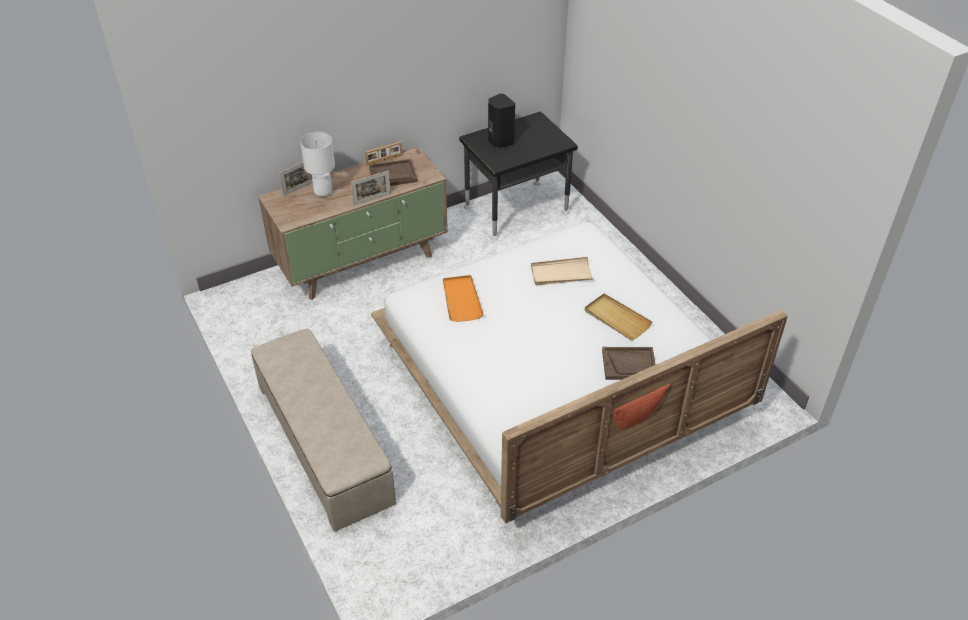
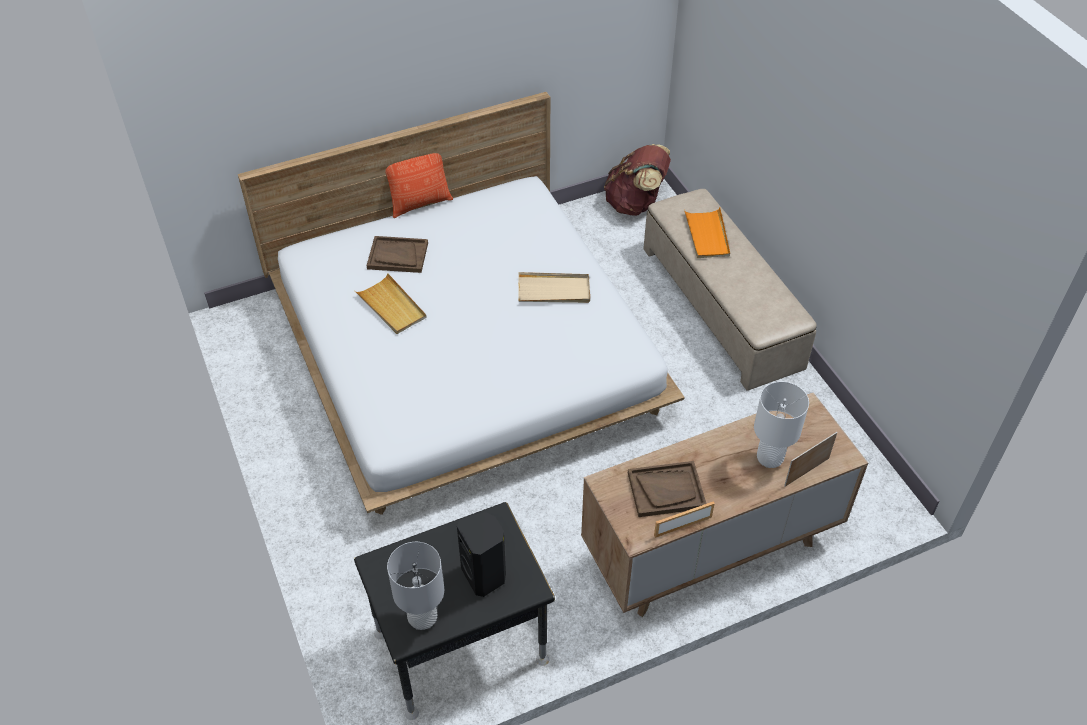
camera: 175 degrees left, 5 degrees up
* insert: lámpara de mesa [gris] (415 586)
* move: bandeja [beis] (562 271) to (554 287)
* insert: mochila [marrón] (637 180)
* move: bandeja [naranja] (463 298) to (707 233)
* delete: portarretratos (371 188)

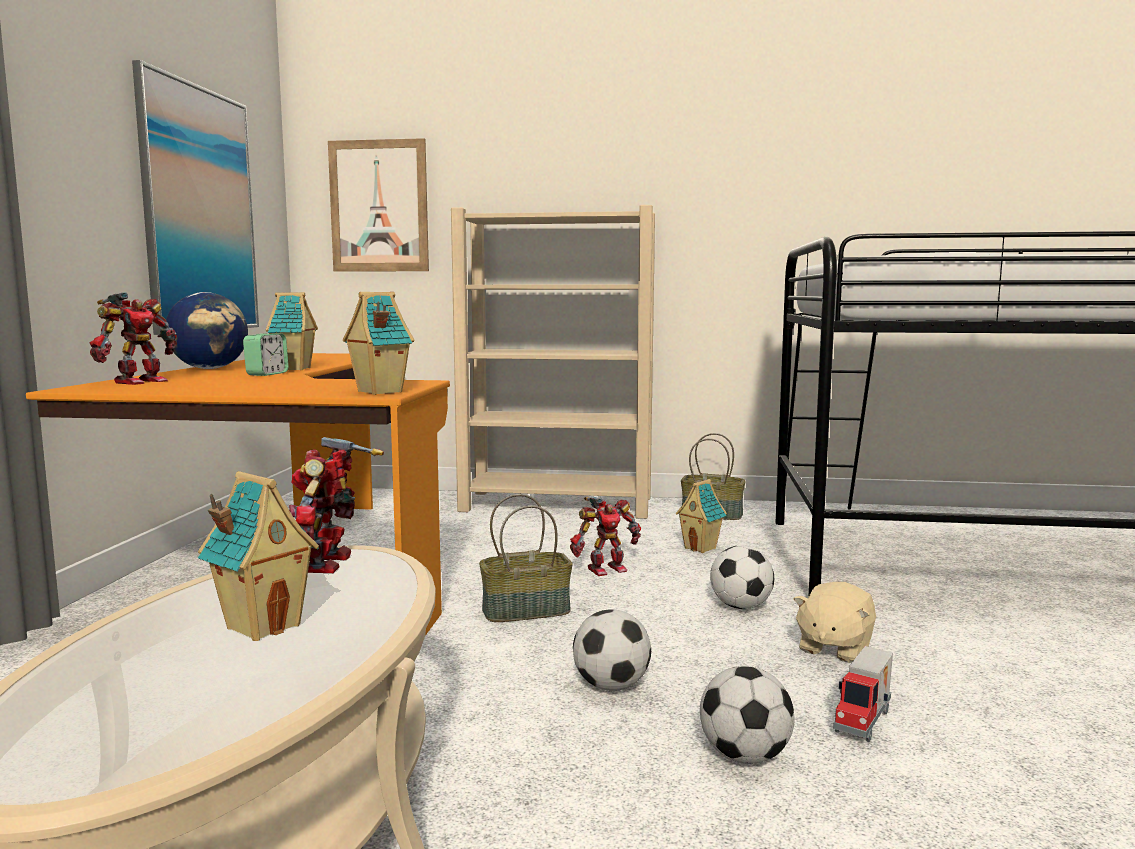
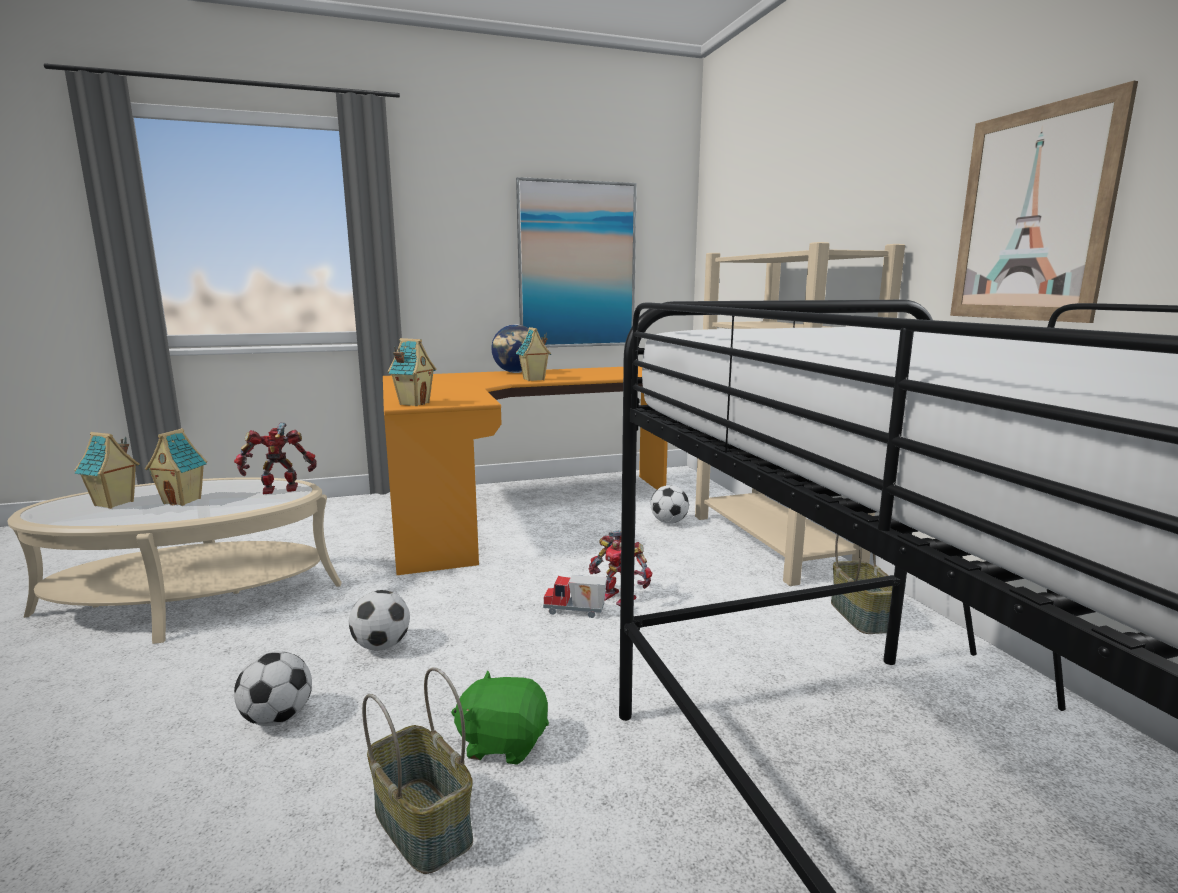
camera: 65 degrees right, 5 degrees up
* move: casita (701 516) to (107 470)
* move: cesta (526 558) to (417 770)
* recolor: peluche [beis] (834 622) to peluche [verde] (500 717)
* move: camión de juguete (863 694) to (575 596)
* move: balón de fútbol (742 577) to (670 504)
* move: cuadro (378 205) to (1044 202)
* delete: robot de juguete (133 338)
* delete: despertador (266 354)

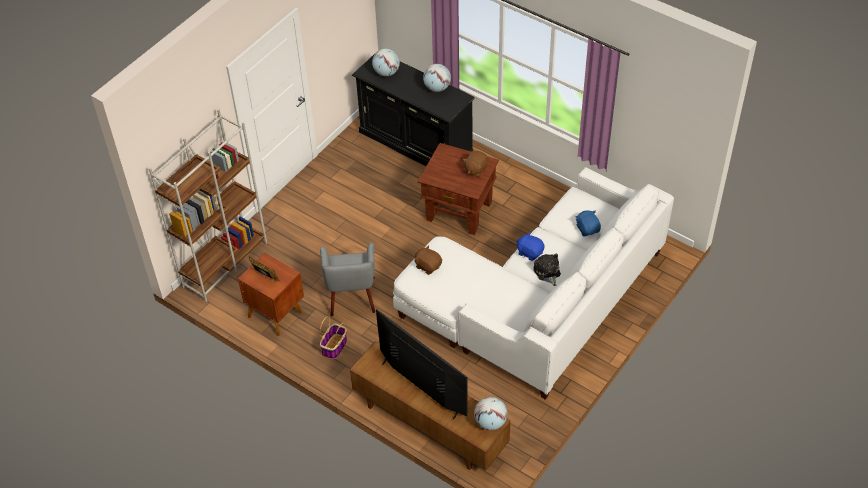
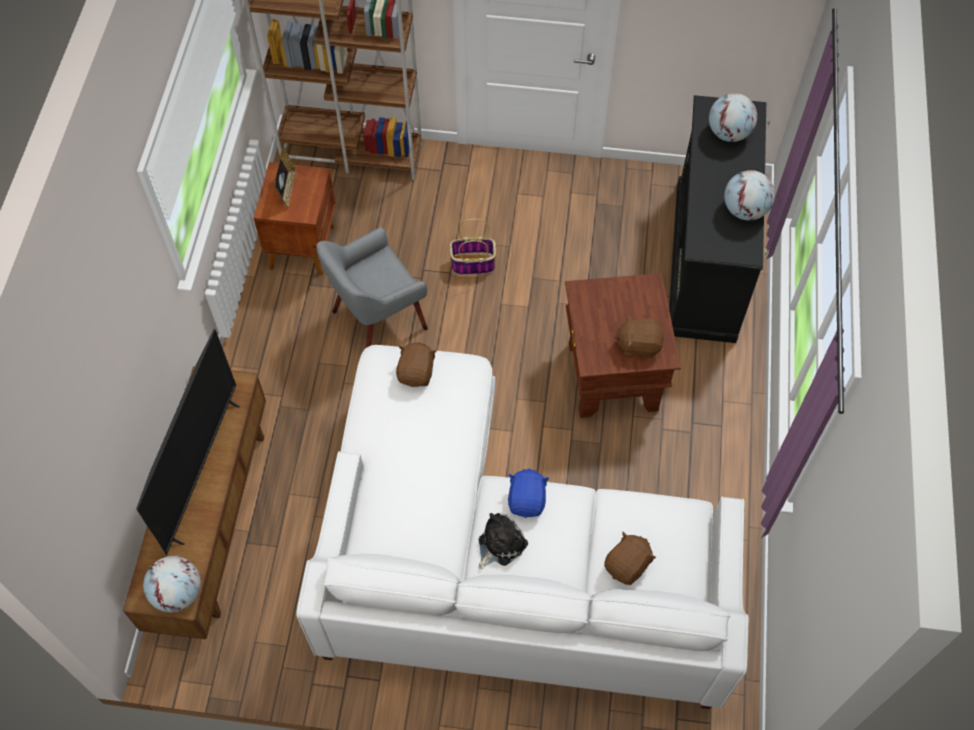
camera: 60 degrees right, 10 degrees up
* move: cesta (333 337) to (473 247)
* recolor: peluche [azul] (588 223) to peluche [marrón] (630 558)

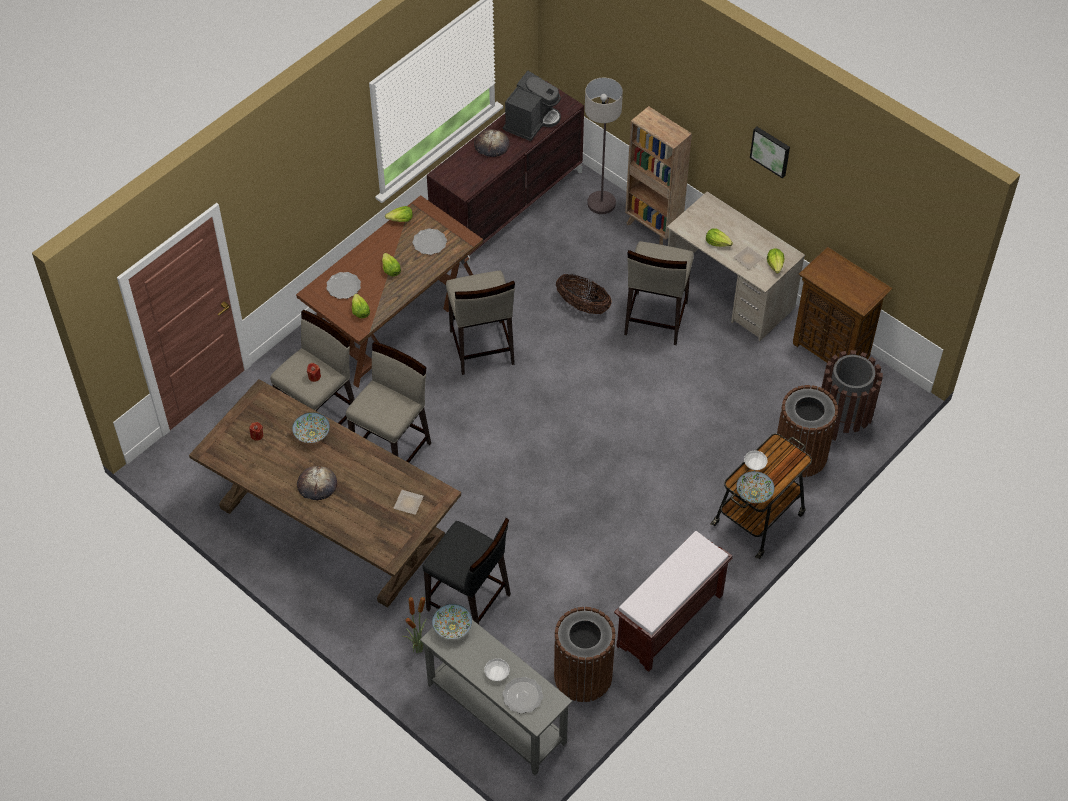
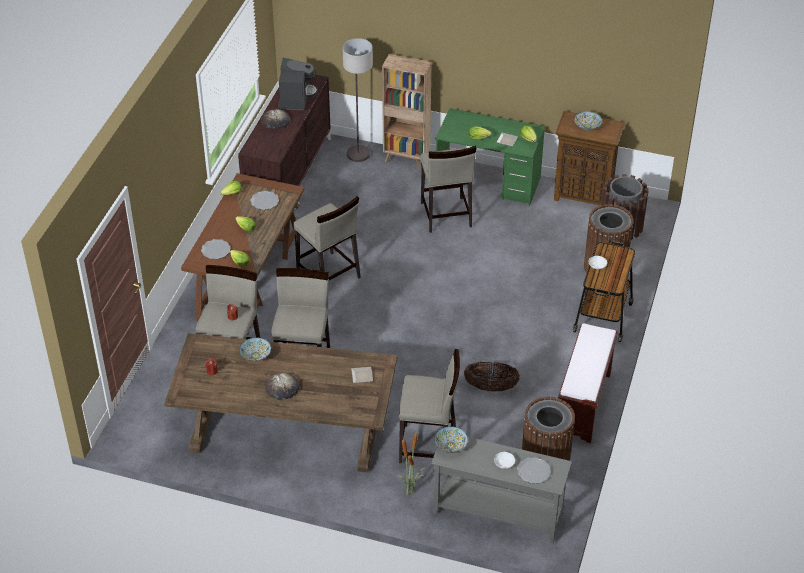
camera: 25 degrees left, 10 degrees down
* recolor: taburete [negro] (467 571) to taburete [beis] (429 406)
* recolor: escritorio [beis] (736 266) to escritorio [verde] (490 157)
* move: cesta (584 294) to (492 377)
* move: cuenco (755 487) to (588 121)
* delete: cuadro (770 152)

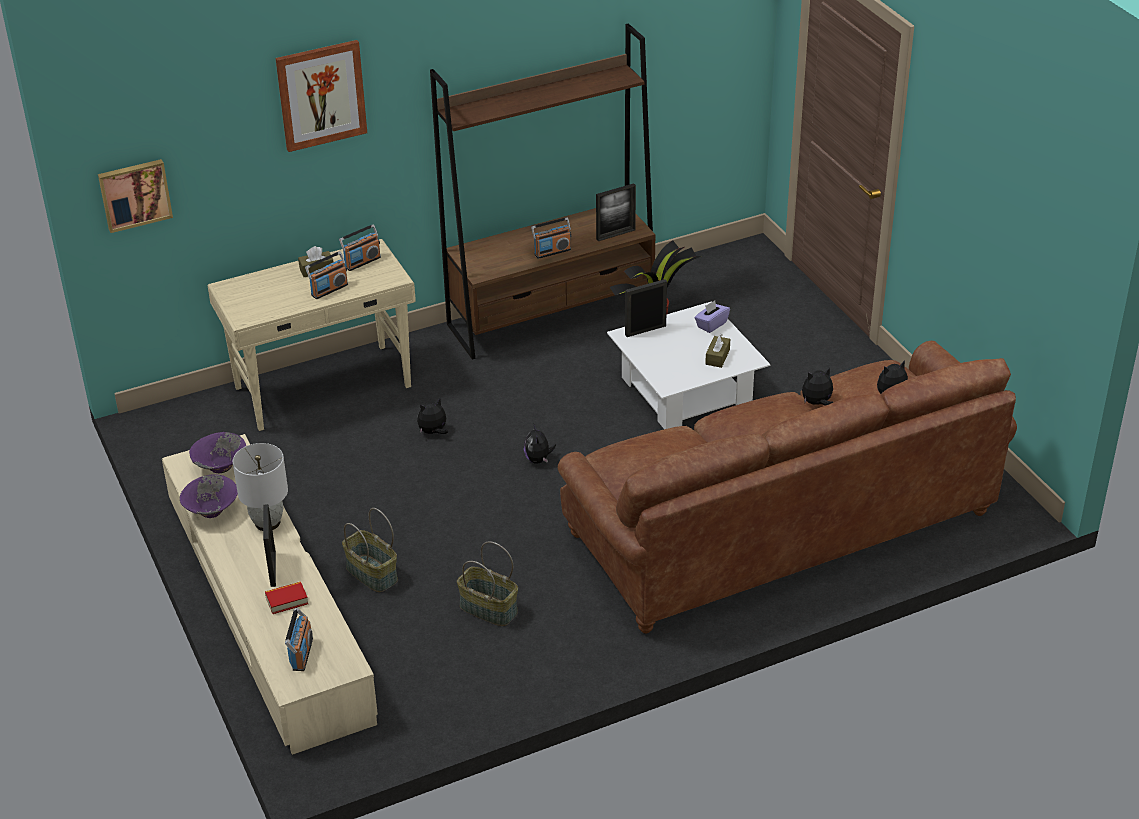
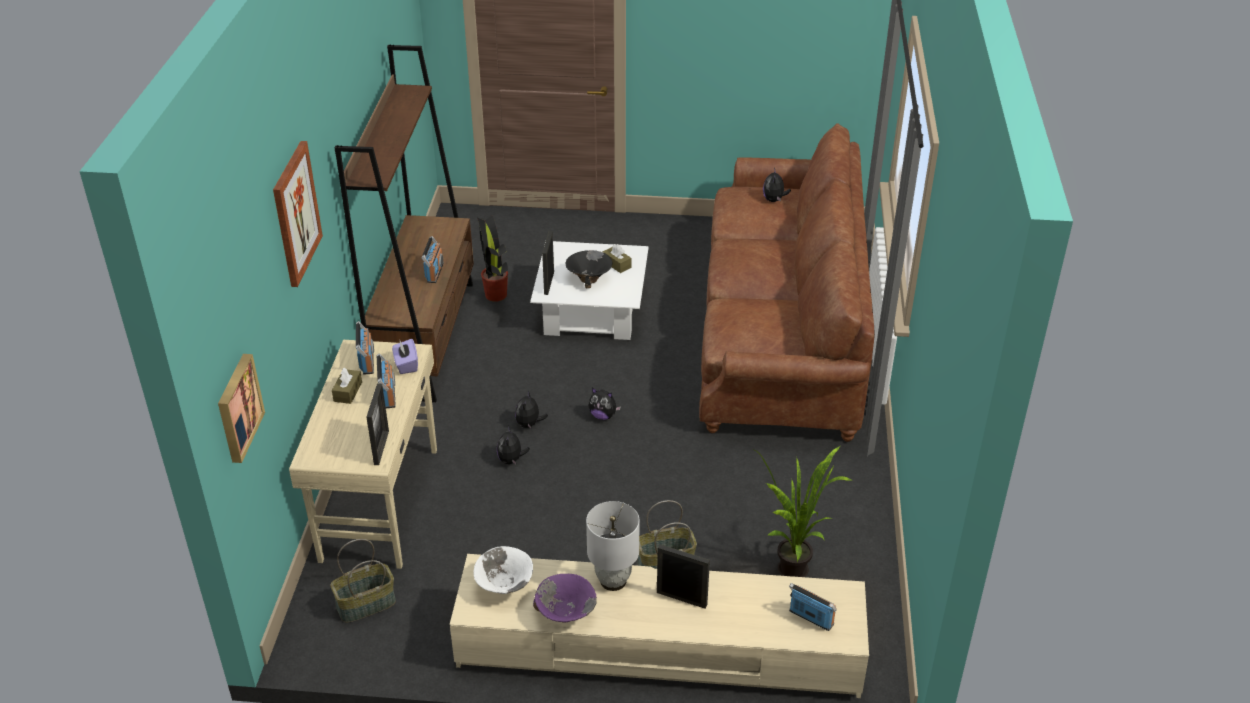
camera: 60 degrees left, 0 degrees up
* move: cesta (487 583) to (363 581)
* move: portarretratos (616 212) to (377 424)
* move: caja de pañuelos [morado] (712 316) to (405 356)
* recolor: cuenco [morado] (217 452) to cuenco [blanco] (503 570)
* move: peluche (818 386) to (531 410)
* insert: cuenco [negro] (589 269)
* insert: planta en maceta (804 511)
* delete: libro (286 598)

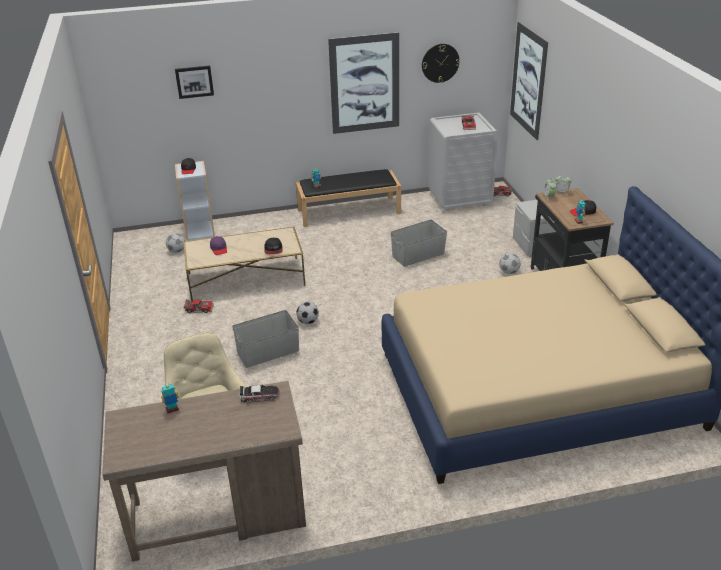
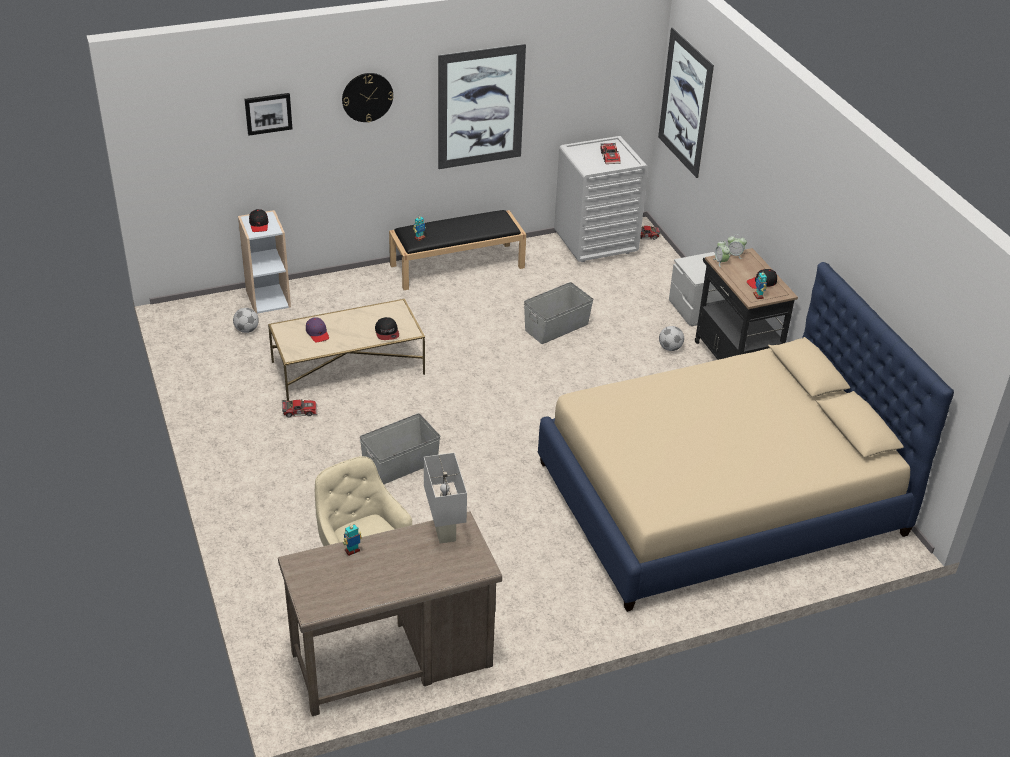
camera: 10 degrees left, 5 degrees up
* move: reloj de pared (441 63) to (367 97)
* replace: coche de juguete (260 394) to lámpara de mesa [blanco] (445 498)
* delete: balón de fútbol (307 313)

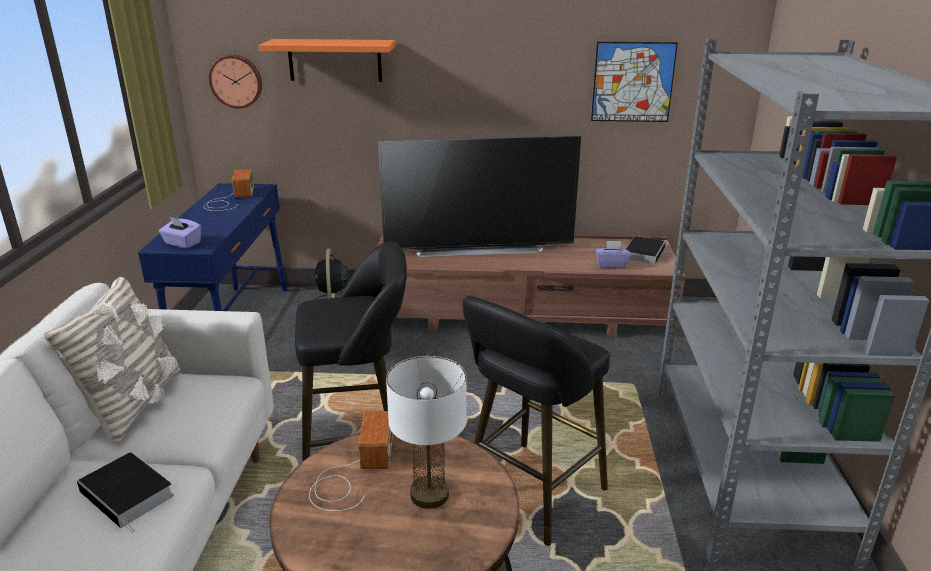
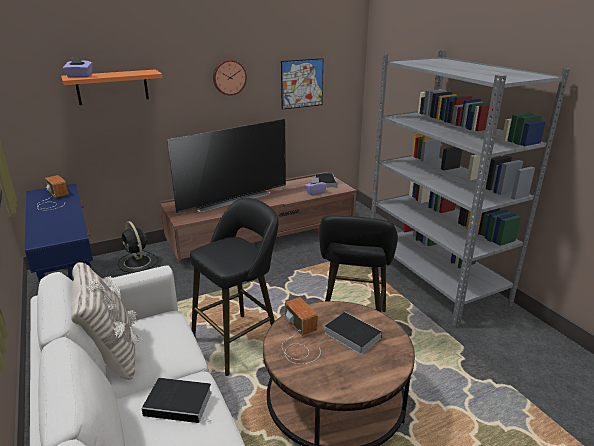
camera: 30 degrees left, 0 degrees up
* move: caja de pañuelos [morado] (180 232) to (78 67)
* move: reloj de pared (235 82) to (230 78)
* replace: lámpara de mesa (426 432) to libro (353 333)

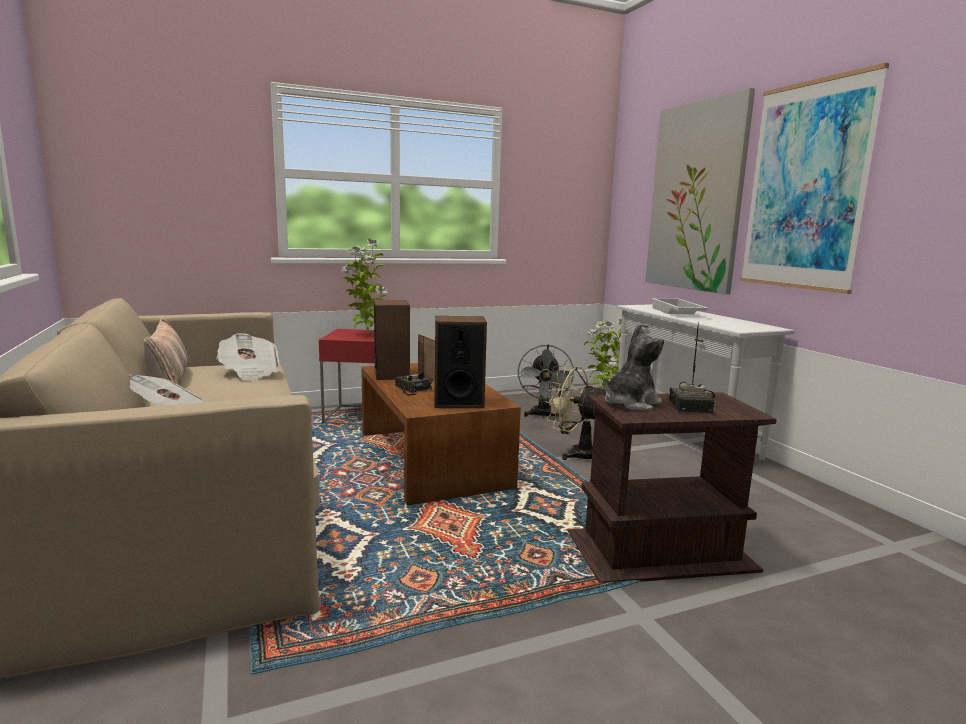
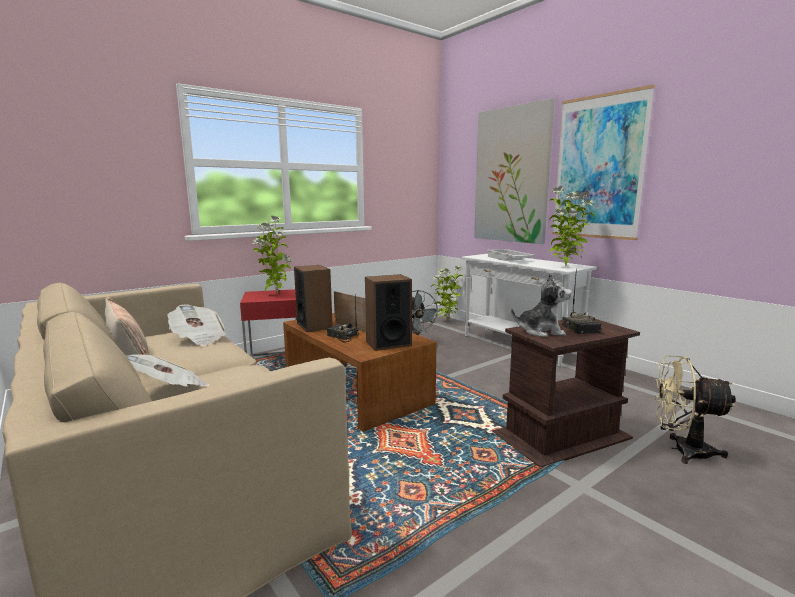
camera: 15 degrees left, 0 degrees up
* rotate: peluche (634 367) = (541 305) 60 degrees clockwise
* insert: planta en maceta (572 226)
* move: ventilador [beis] (575 413) to (695 409)

